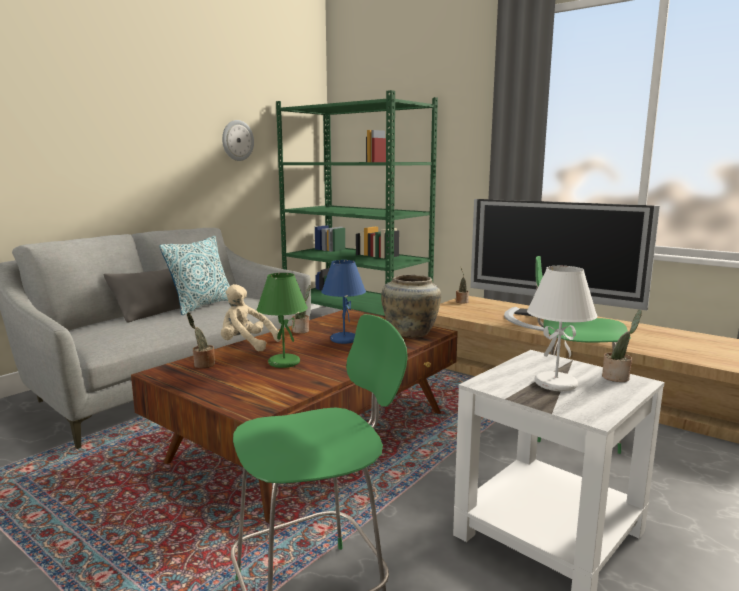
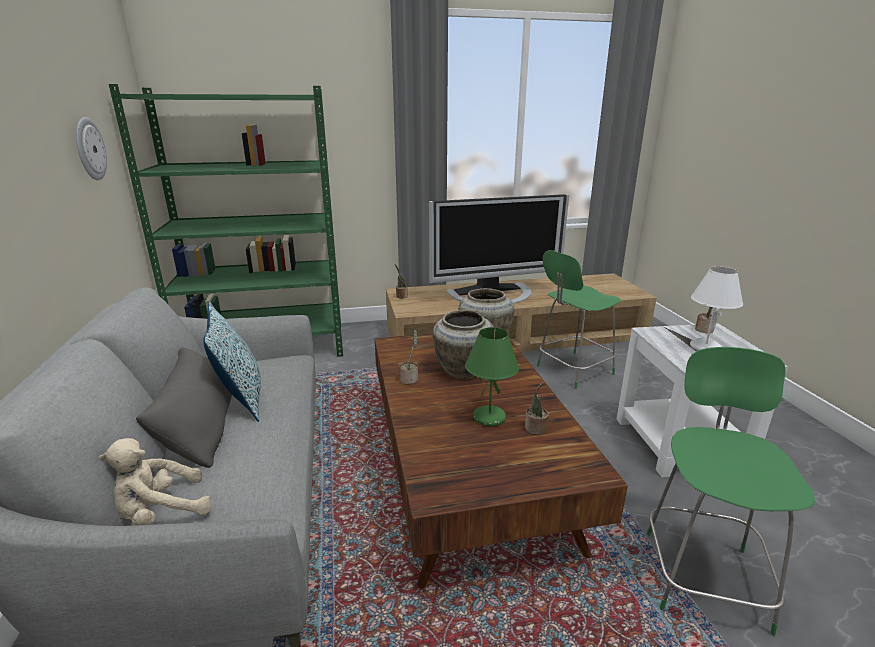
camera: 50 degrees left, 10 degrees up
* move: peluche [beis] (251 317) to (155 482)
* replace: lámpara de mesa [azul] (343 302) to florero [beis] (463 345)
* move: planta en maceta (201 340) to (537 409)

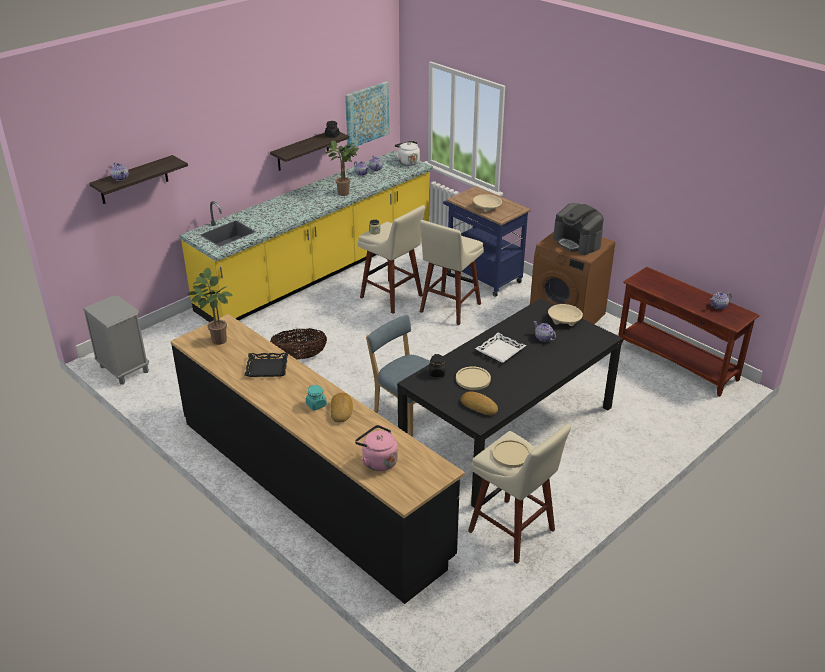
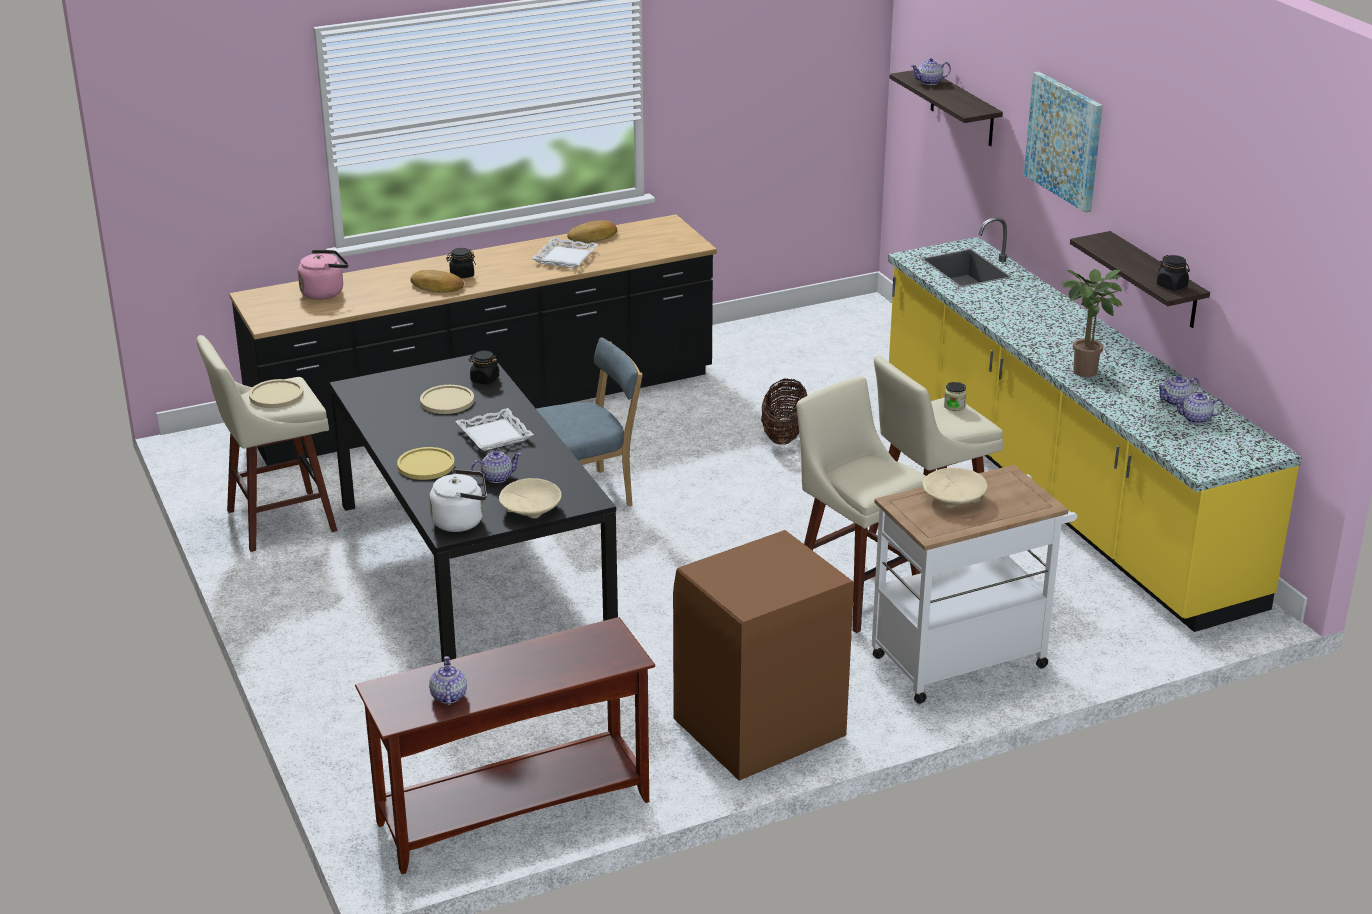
camera: 110 degrees right, 5 degrees down
* insert: plato [amarillo] (426 463)
* move: hervidor [blanco] (407 153) to (458 500)
* recolor: tarro [turquesa] (316 397) to tarro [negro] (461 263)
* recolor: bandeja [negro] (266 365) to bandeja [blanco] (565 252)
* move: pan (479 403) to (592 231)
* recolor: carrito [azul] (487 241) to carrito [blanco] (974 584)
* move: cuadro (367 115) to (1063 142)
* delete: mesita de noche [gris] (116 340)
* delete: planta en maceta (210 306)
* delete: cafetera (578 229)

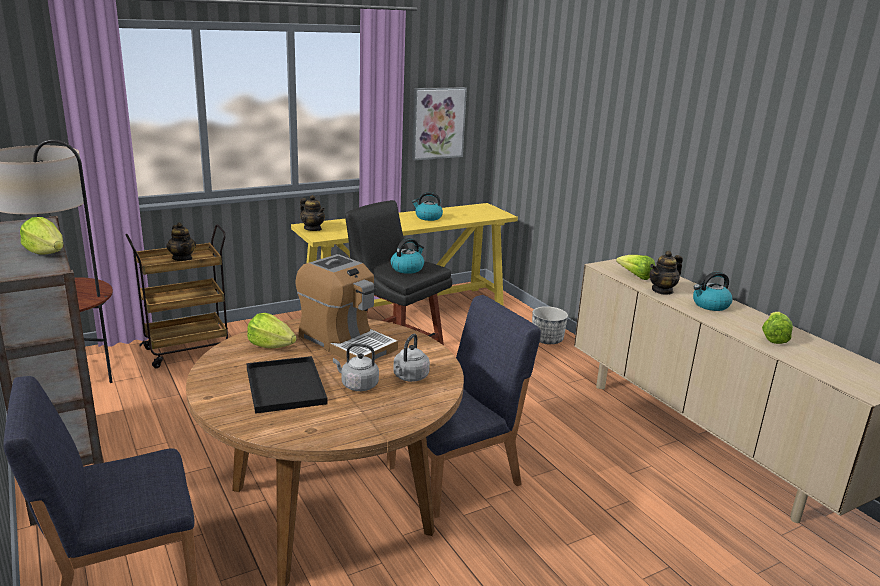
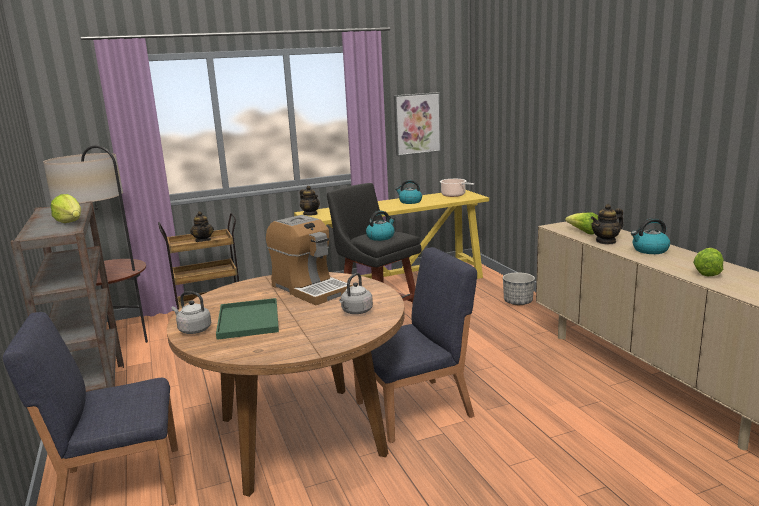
camera: 10 degrees right, 5 degrees down
* move: hervidor [gris] (356 367) to (191 313)
* recolor: bandeja [negro] (287 385) to bandeja [verde] (247 319)
* insert: olla (457 188)
* delete: lechuga (272 330)

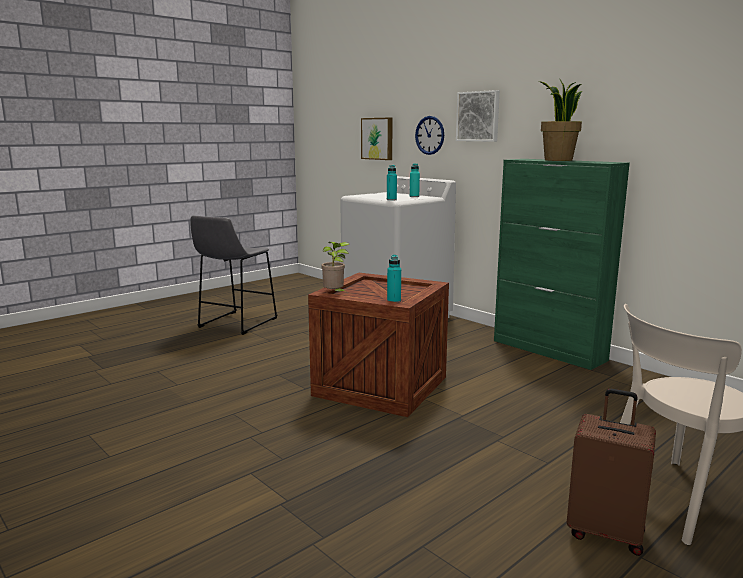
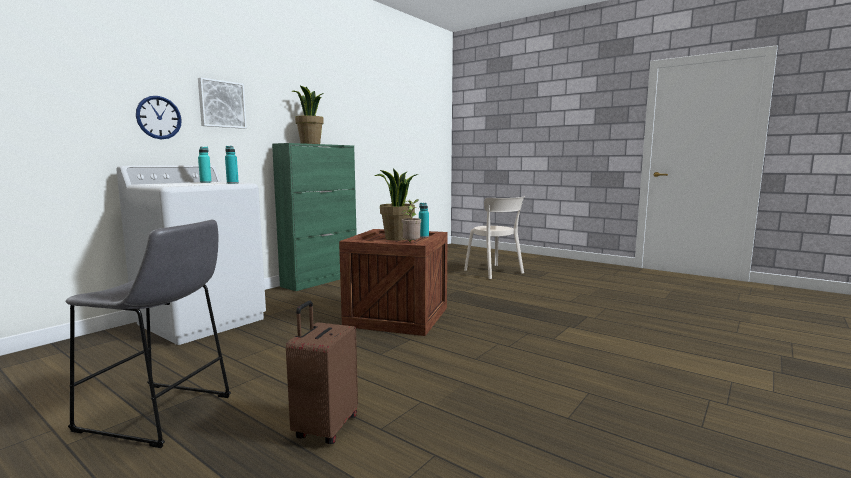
camera: 100 degrees left, 5 degrees down
* move: maleta [marrón] (611 472) to (322 372)
* insert: planta en maceta (396 205)
* delete: cuadro (377 139)

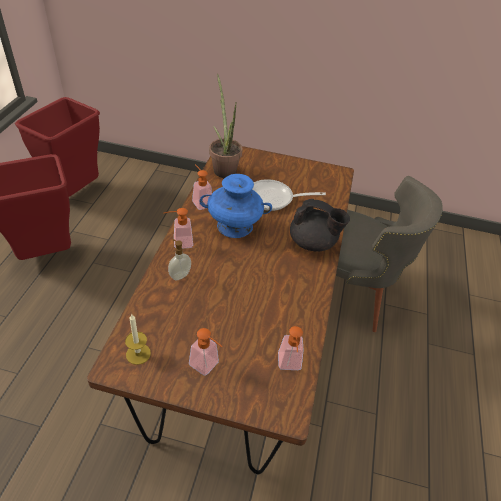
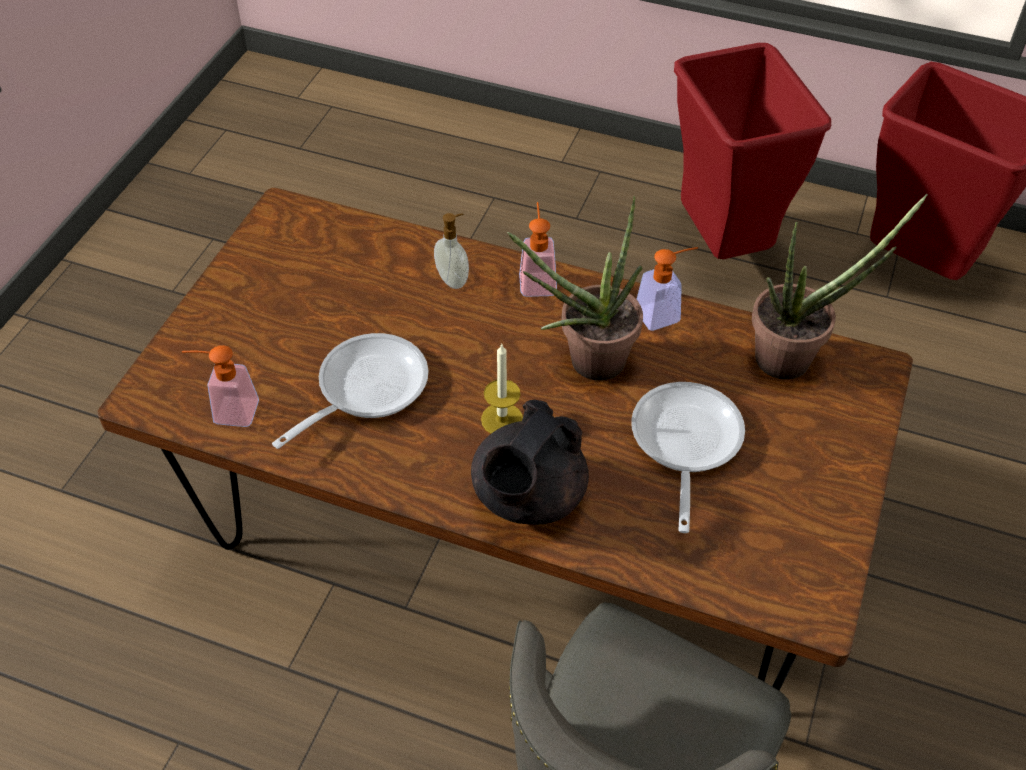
camera: 100 degrees right, 5 degrees up
* insert: sartén (350 391)
* move: vela (138 339) to (502 388)
* replace: florero [azul] (236 206) to planta en maceta (575 288)
* delete: dispensador de jabón (206 352)

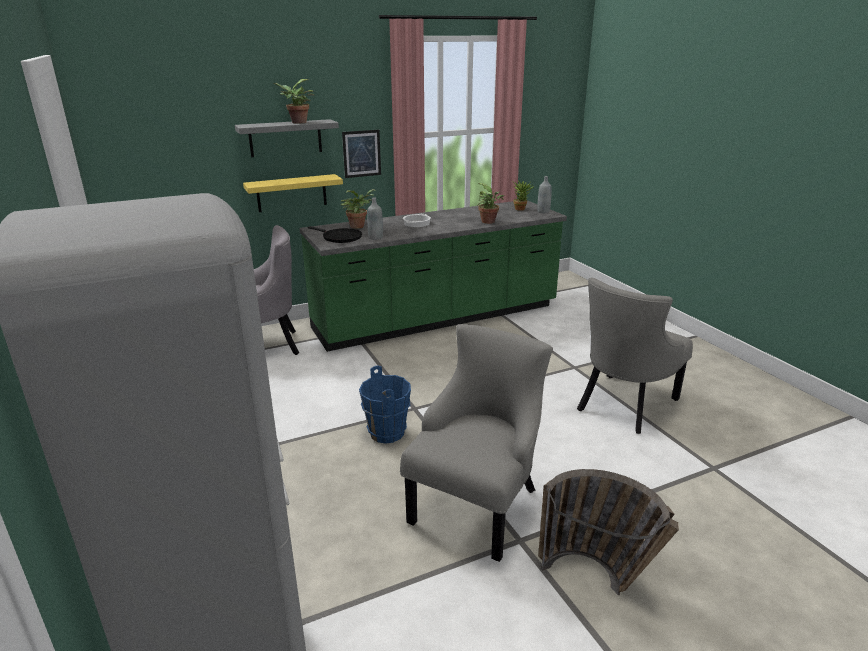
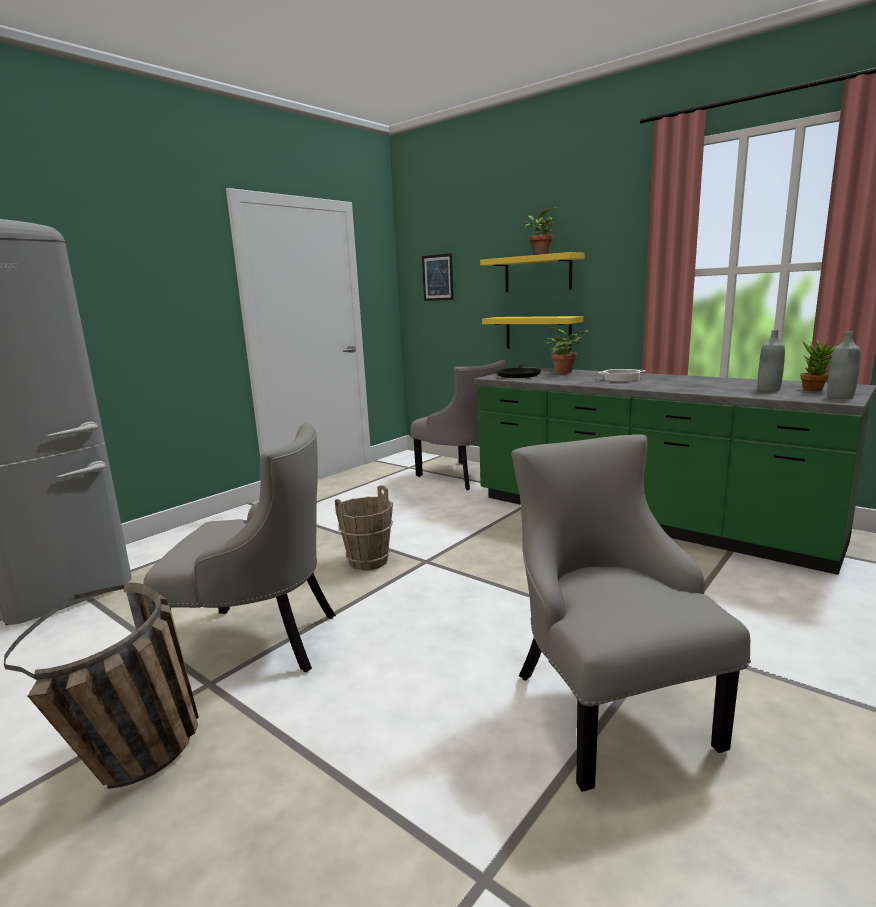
camera: 65 degrees right, 10 degrees down
* recolor: cubo [azul] (385 404) to cubo [marrón] (364 527)
* move: cuadro (361 154) to (438 277)
* recolor: estante [gris] (287 138) to estante [amarillo] (532 272)
* rotate: silla [gris] (635 356) = (631 613) 60 degrees clockwise
* move: botella [gris] (375 218) to (771 360)
* delete: planta en maceta (491 203)

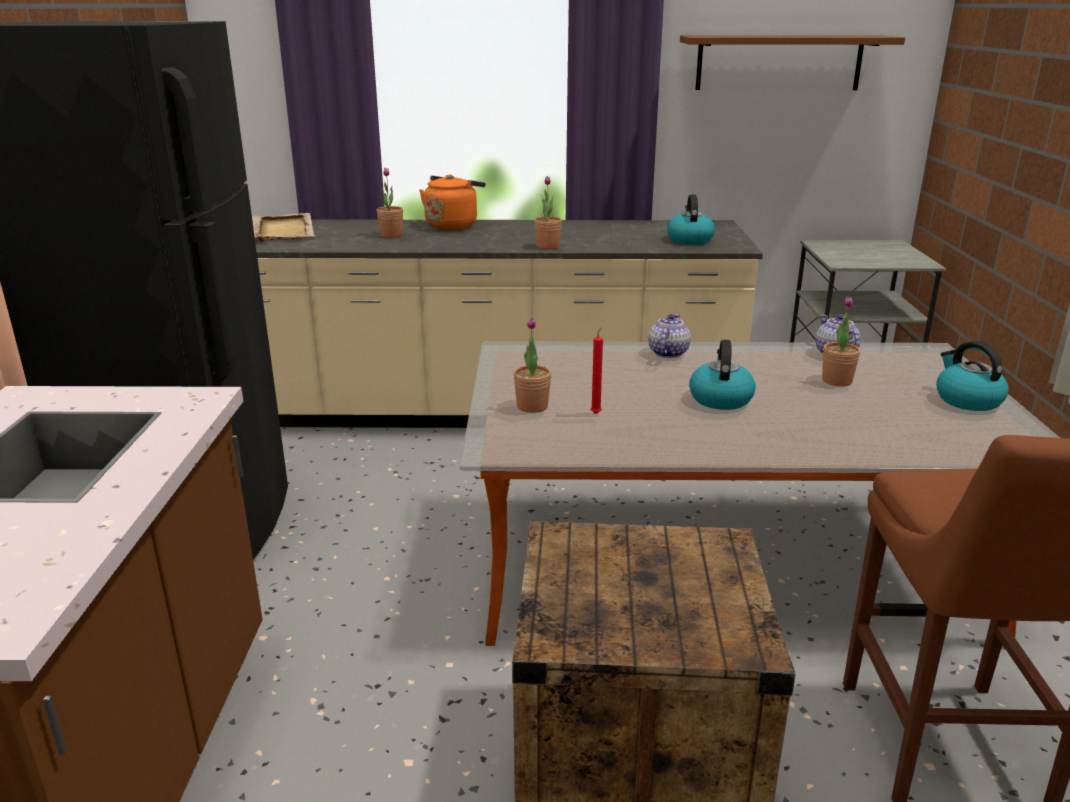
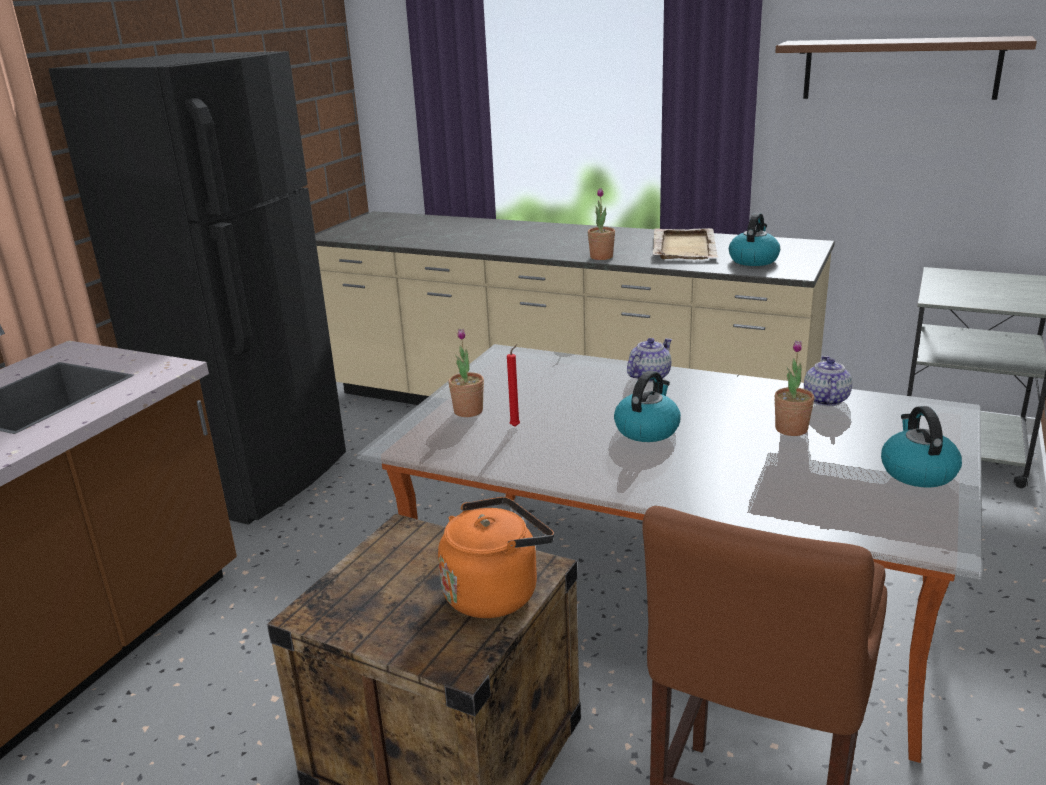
camera: 25 degrees right, 0 degrees up
* move: hervidor [naranja] (452 202) to (496 557)
* move: bandeja [beis] (283 227) to (685 244)
* delete: planta en maceta (390 203)

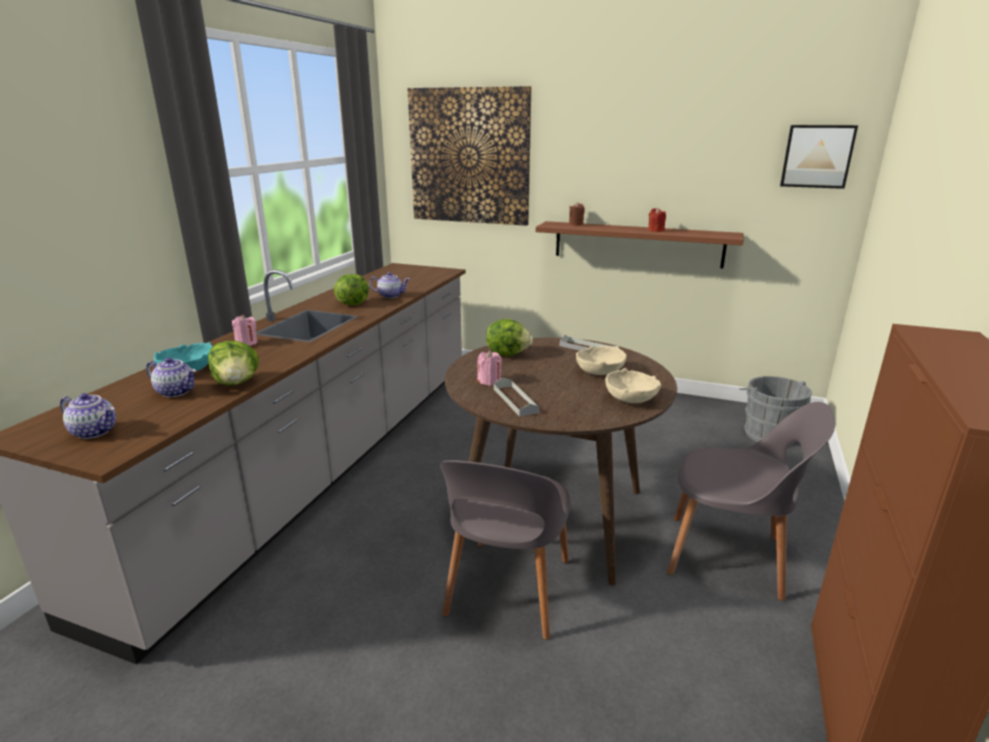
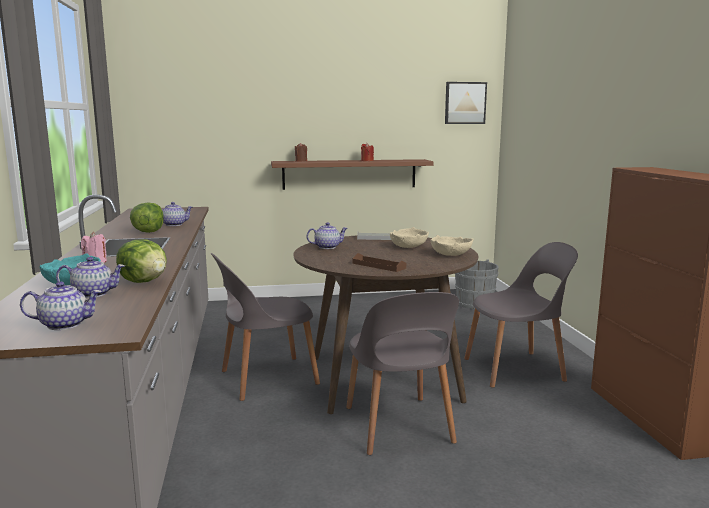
camera: 30 degrees left, 10 degrees down
* insert: silla [gris] (265 327)
* replace: lechuga (509 337) to tetera (327 236)
* recolor: bandeja [gris] (517 397) to bandeja [marrón] (379 262)
* delete: cuadro (469 156)
* delete: vela [rosa] (489 368)

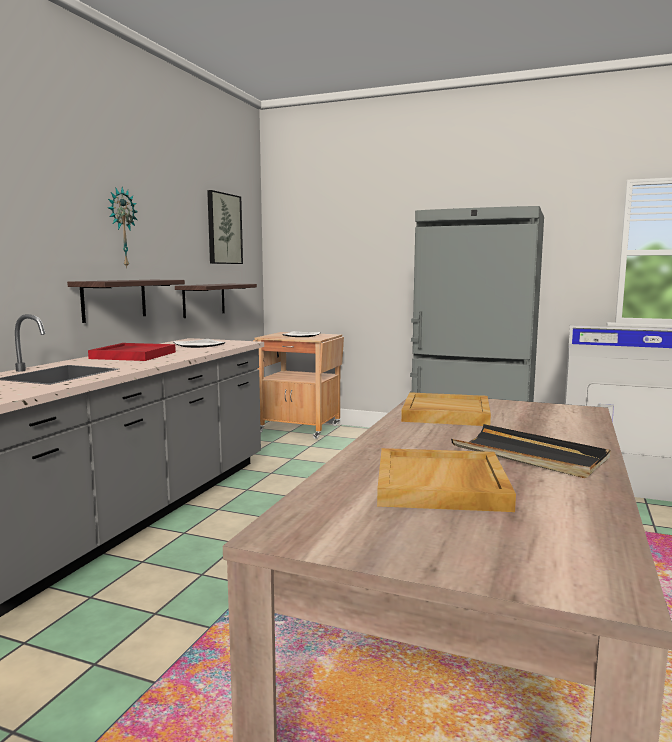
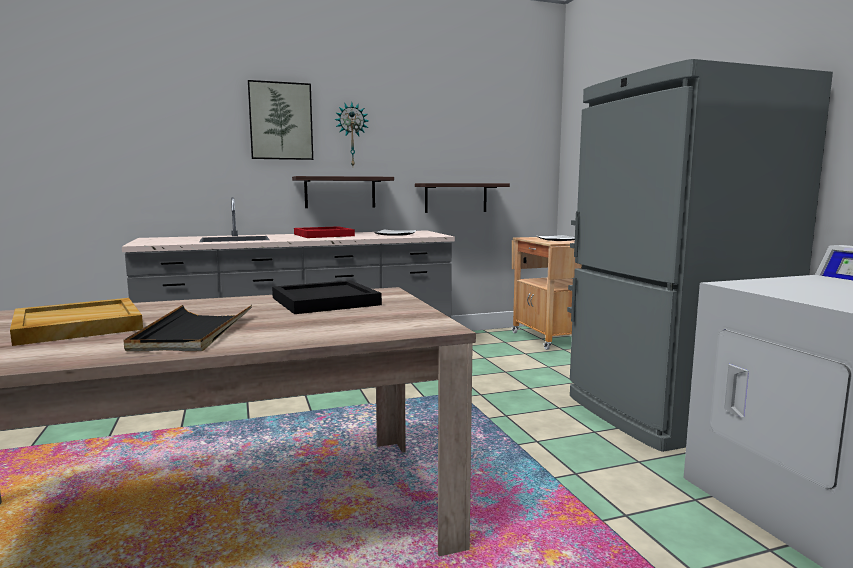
camera: 50 degrees right, 0 degrees up
* move: cuadro (225 227) to (280 120)
* recolor: bandeja [beis] (446 409) to bandeja [negro] (327 297)

